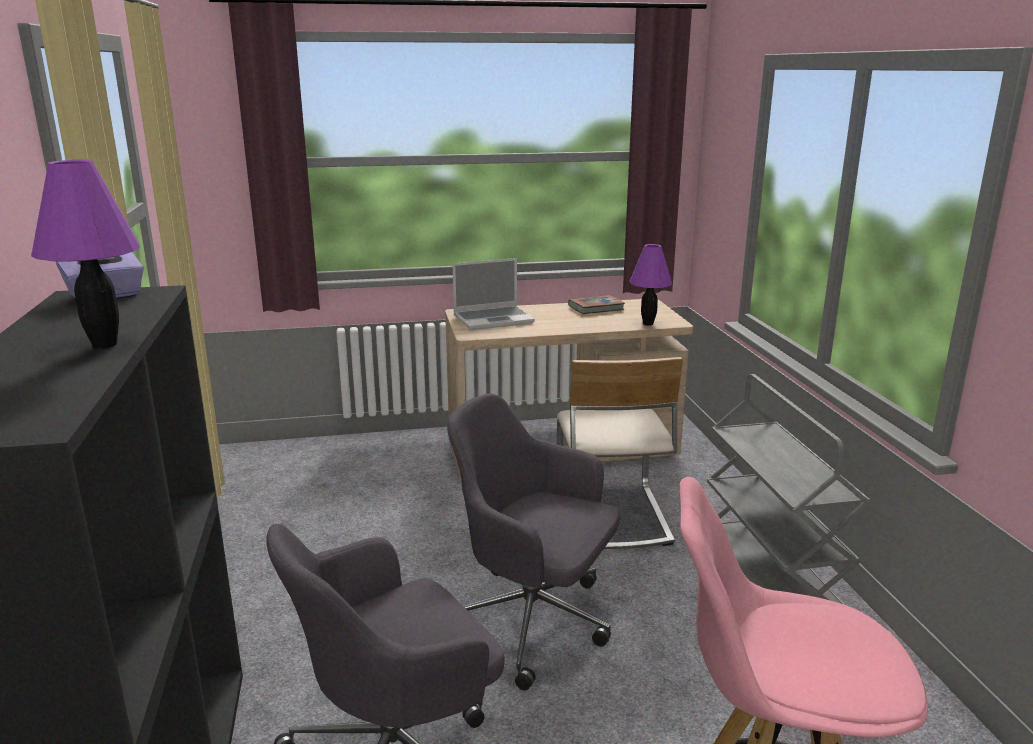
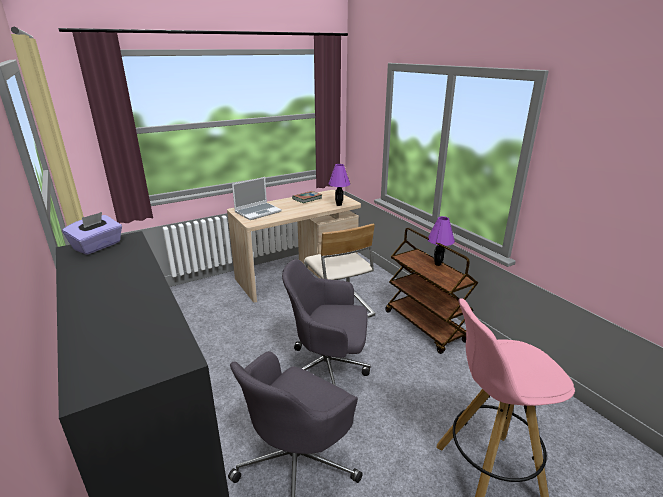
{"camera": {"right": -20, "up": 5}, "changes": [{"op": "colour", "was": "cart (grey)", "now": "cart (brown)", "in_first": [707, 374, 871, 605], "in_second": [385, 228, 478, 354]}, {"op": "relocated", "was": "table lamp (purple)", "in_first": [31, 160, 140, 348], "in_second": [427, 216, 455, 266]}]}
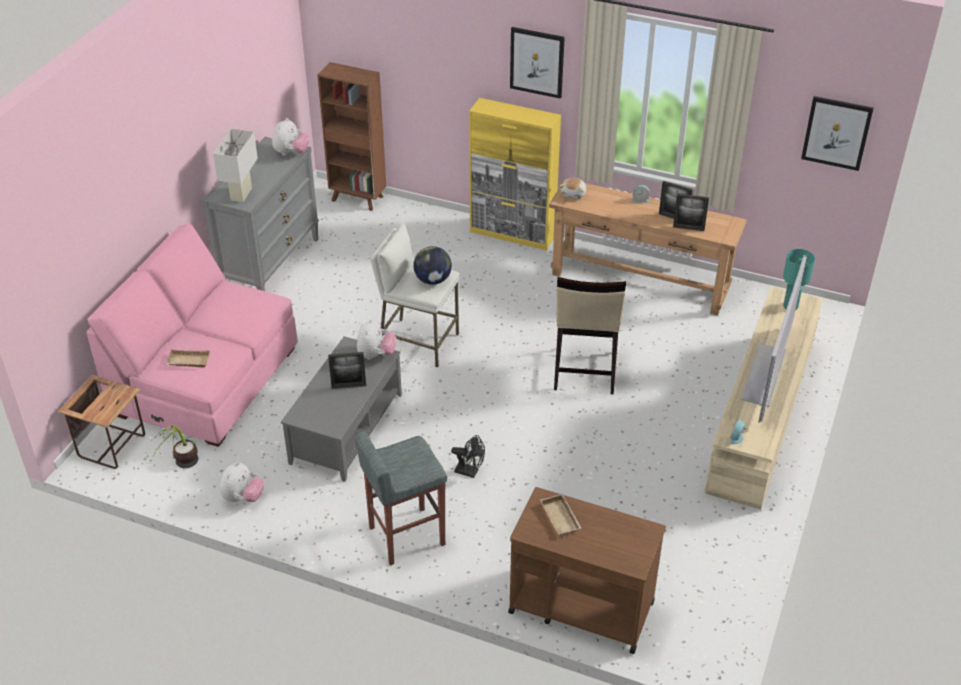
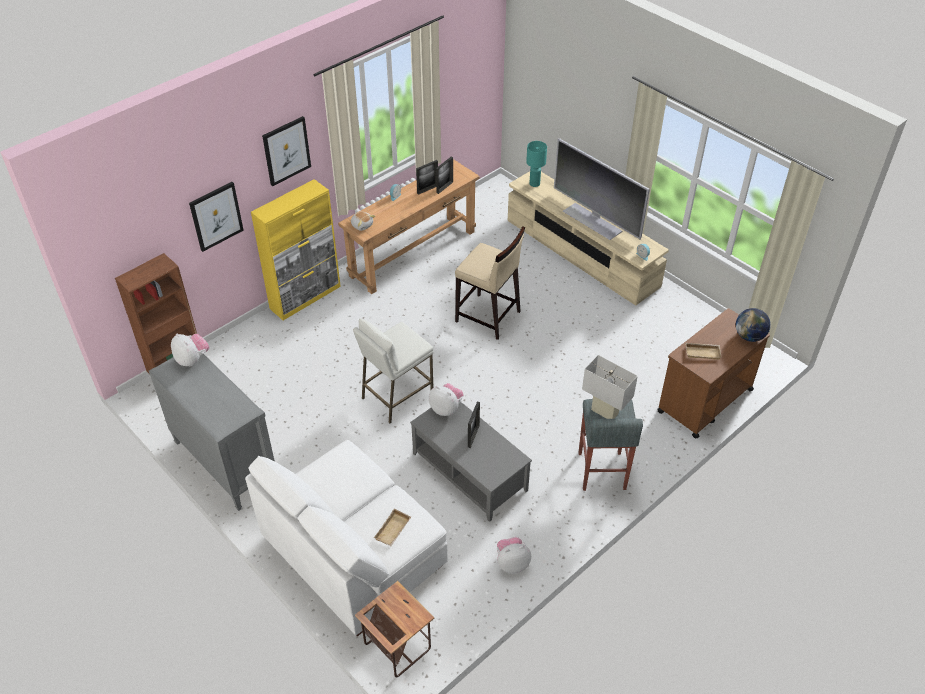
{"camera": {"right": -65, "up": 5}, "changes": [{"op": "relocated", "was": "picture", "in_first": [801, 96, 874, 171], "in_second": [189, 182, 244, 252]}, {"op": "colour", "was": "sofa (pink)", "now": "sofa (white)", "in_first": [87, 223, 298, 447], "in_second": [245, 440, 448, 636]}, {"op": "spun", "was": "plush toy", "in_first": [220, 462, 264, 502], "in_second": [497, 537, 531, 574], "clockwise": -60}, {"op": "relocated", "was": "table lamp (white)", "in_first": [213, 129, 258, 202], "in_second": [582, 355, 638, 419]}, {"op": "relocated", "was": "globe", "in_first": [413, 246, 452, 285], "in_second": [736, 308, 771, 342]}, {"op": "missing", "was": "potted plant", "in_first": [152, 426, 198, 468]}, {"op": "missing", "was": "fan (black)", "in_first": [451, 435, 485, 478]}]}
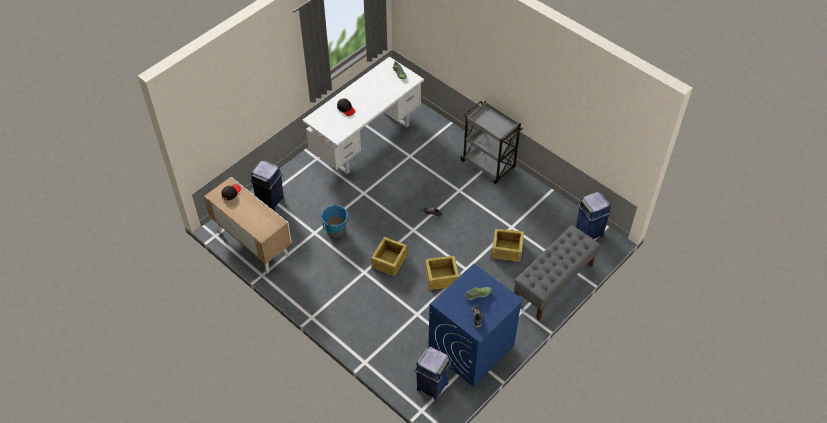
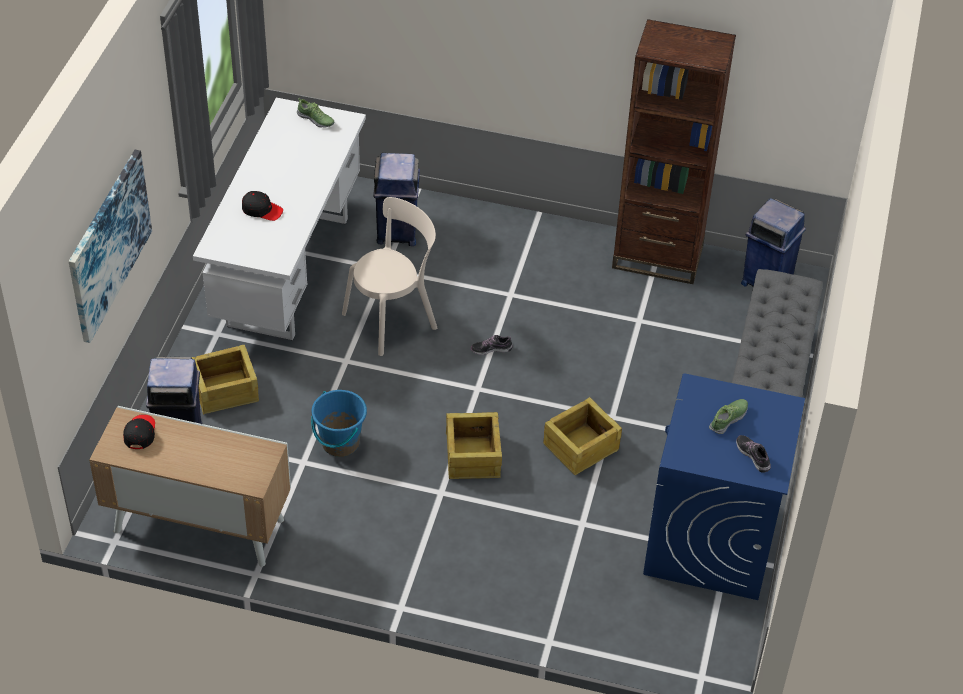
{"camera": {"right": -30, "up": -5}, "changes": [{"op": "appeared", "now": "picture", "in_second": [68, 150, 152, 343]}, {"op": "relocated", "was": "crate", "in_first": [491, 228, 524, 262], "in_second": [191, 345, 259, 415]}, {"op": "appeared", "now": "chair (beige)", "in_second": [342, 197, 438, 356]}, {"op": "relocated", "was": "trash can (blue)", "in_first": [415, 346, 451, 401], "in_second": [373, 153, 420, 246]}, {"op": "appeared", "now": "bookcase (brown)", "in_second": [612, 19, 736, 284]}, {"op": "missing", "was": "cart (grey)", "in_first": [460, 101, 523, 184]}]}
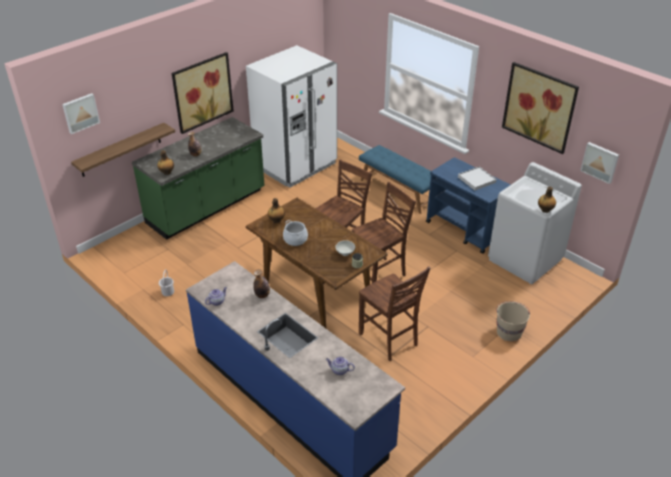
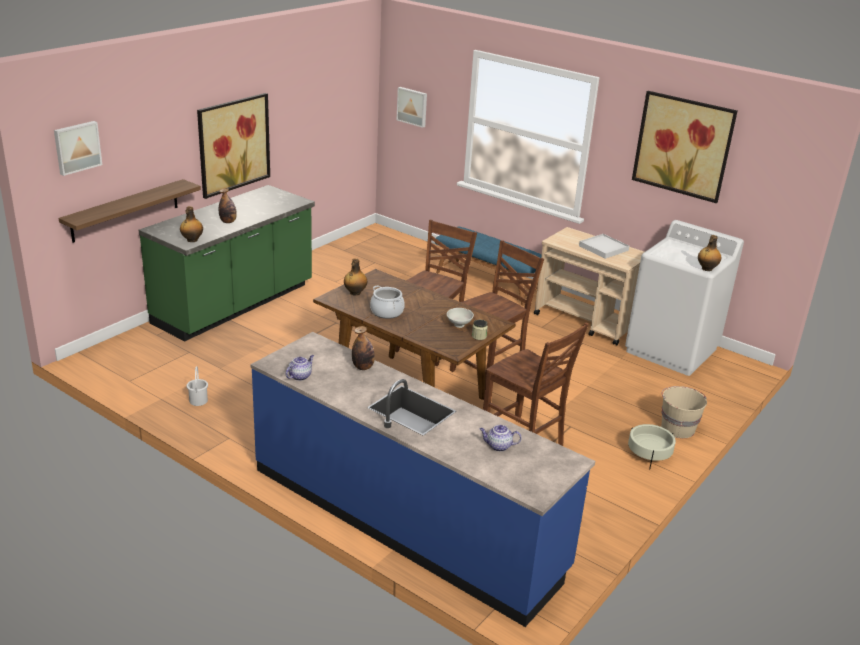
{"camera": {"right": -10, "up": -10}, "changes": [{"op": "relocated", "was": "picture", "in_first": [580, 142, 619, 184], "in_second": [397, 87, 427, 128]}, {"op": "colour", "was": "cart (blue)", "now": "cart (beige)", "in_first": [426, 157, 510, 254], "in_second": [534, 227, 644, 346]}, {"op": "appeared", "now": "planter (beige)", "in_second": [628, 424, 676, 469]}, {"op": "missing", "was": "fridge (white)", "in_first": [246, 45, 337, 188]}]}
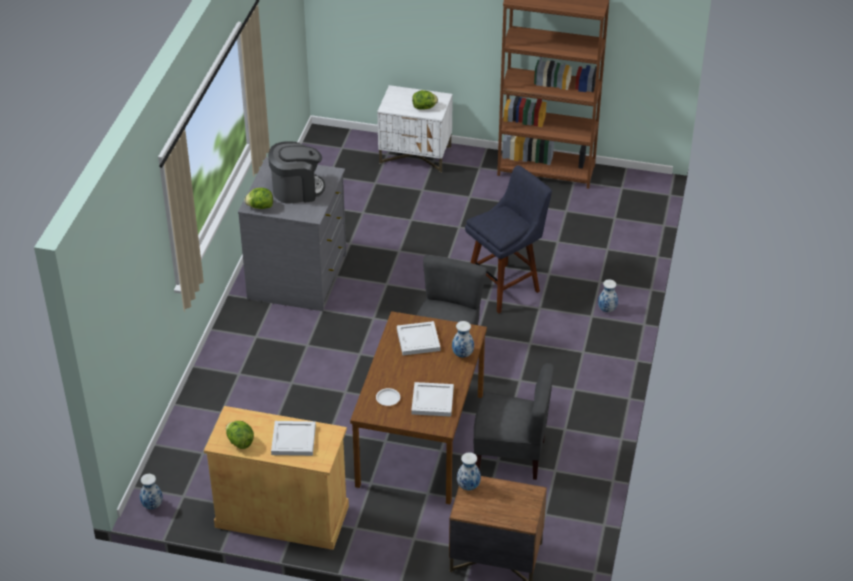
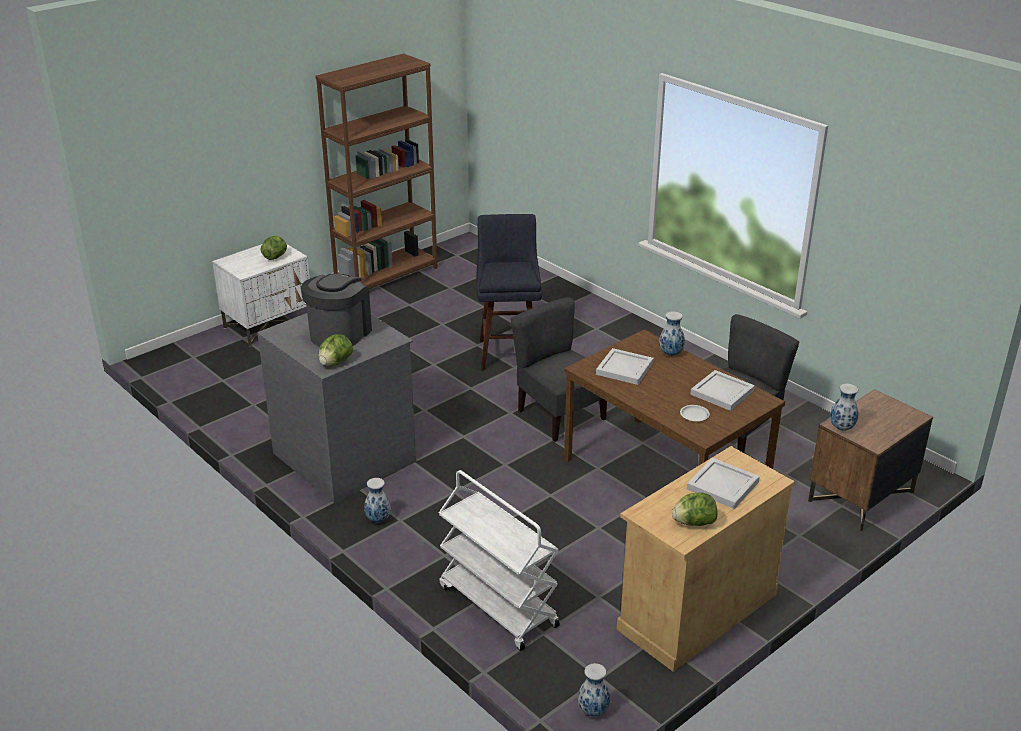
{"camera": {"right": -55, "up": -10}, "changes": [{"op": "relocated", "was": "vase", "in_first": [598, 279, 618, 312], "in_second": [364, 478, 391, 523]}, {"op": "appeared", "now": "cart (white)", "in_second": [439, 470, 560, 651]}]}
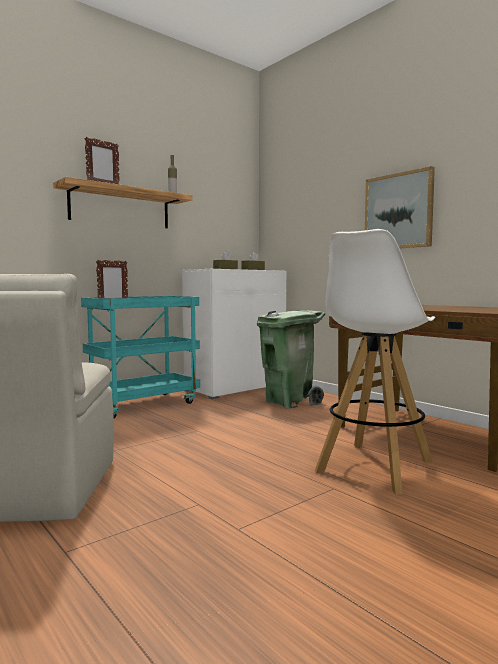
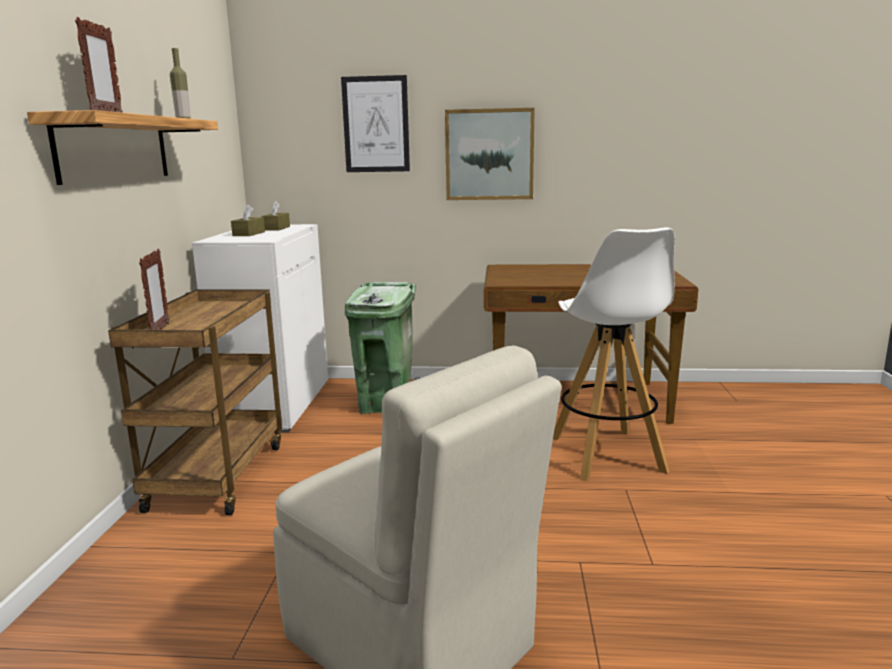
{"camera": {"right": -45, "up": 10}, "changes": [{"op": "colour", "was": "cart (turquoise)", "now": "cart (brown)", "in_first": [81, 296, 200, 419], "in_second": [108, 289, 282, 515]}, {"op": "appeared", "now": "picture", "in_second": [341, 75, 410, 172]}]}
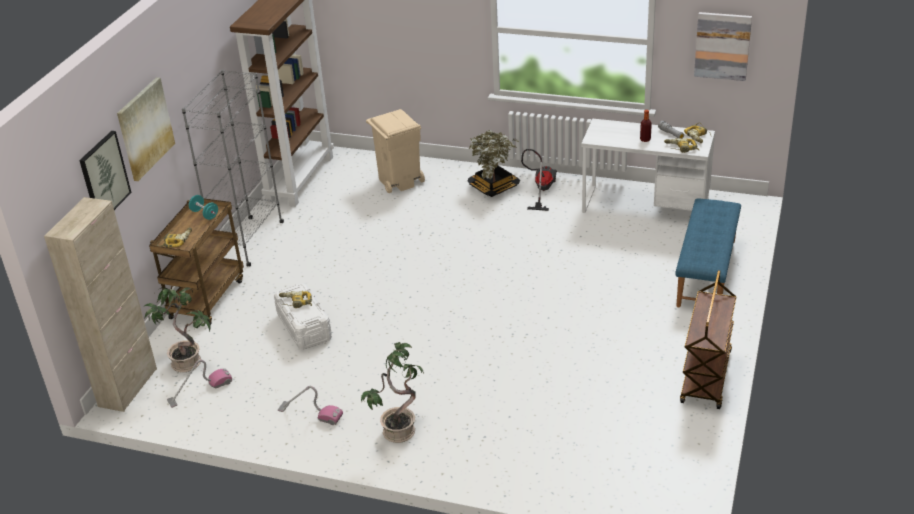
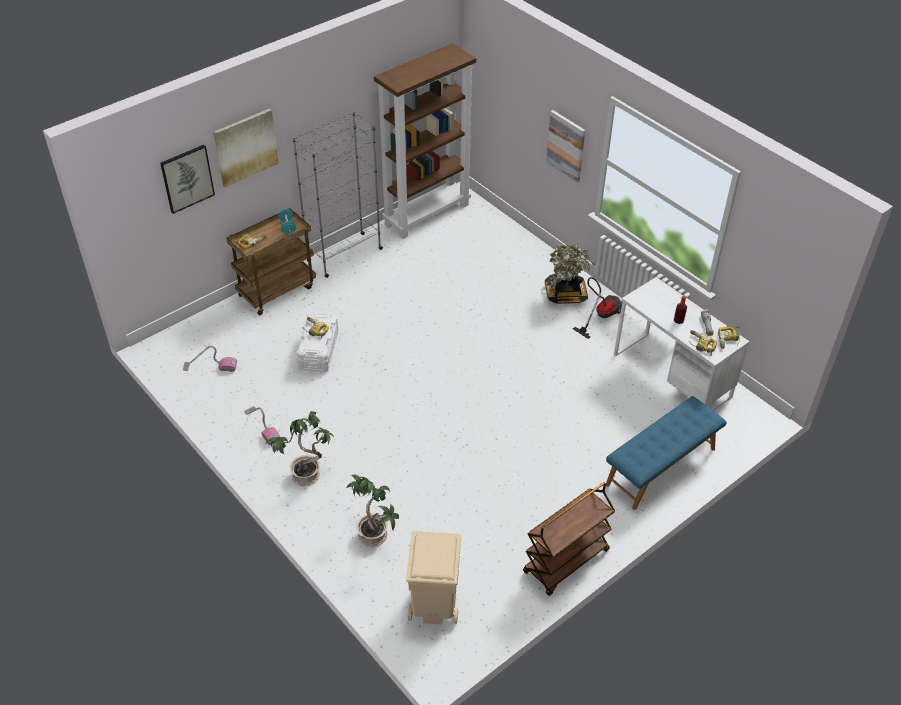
{"camera": {"right": 30, "up": 10}, "changes": [{"op": "relocated", "was": "potted plant", "in_first": [143, 287, 211, 372], "in_second": [347, 475, 399, 547]}, {"op": "relocated", "was": "trash can (beige)", "in_first": [366, 109, 425, 193], "in_second": [406, 531, 461, 625]}, {"op": "relocated", "was": "picture", "in_first": [694, 12, 752, 81], "in_second": [546, 110, 585, 182]}, {"op": "missing", "was": "cabinet (beige)", "in_first": [44, 197, 157, 412]}]}
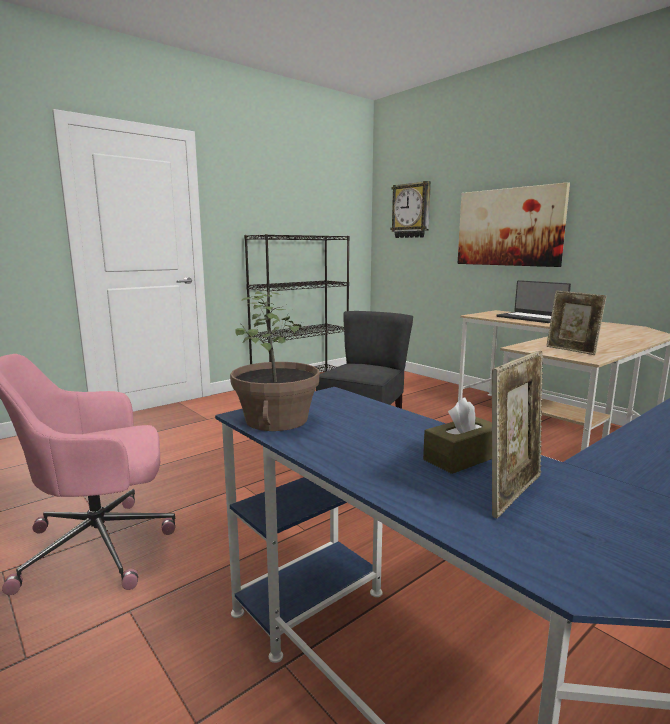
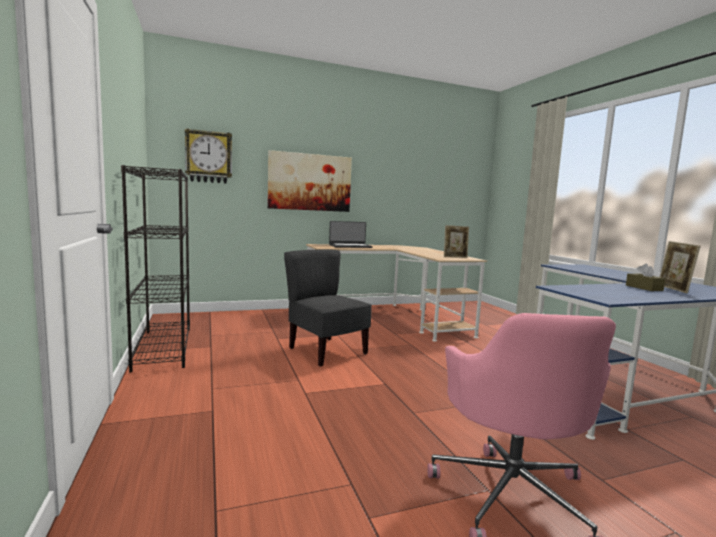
{"camera": {"right": -70, "up": -5}, "changes": [{"op": "spun", "was": "picture frame", "in_first": [492, 351, 543, 518], "in_second": [660, 241, 701, 293], "clockwise": -150}, {"op": "missing", "was": "potted plant", "in_first": [230, 290, 319, 431]}]}
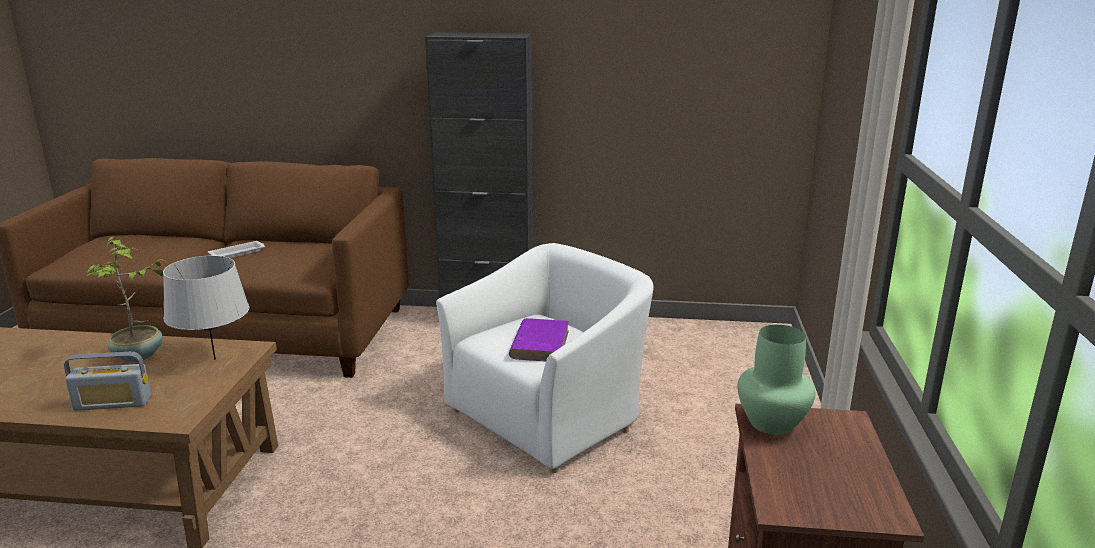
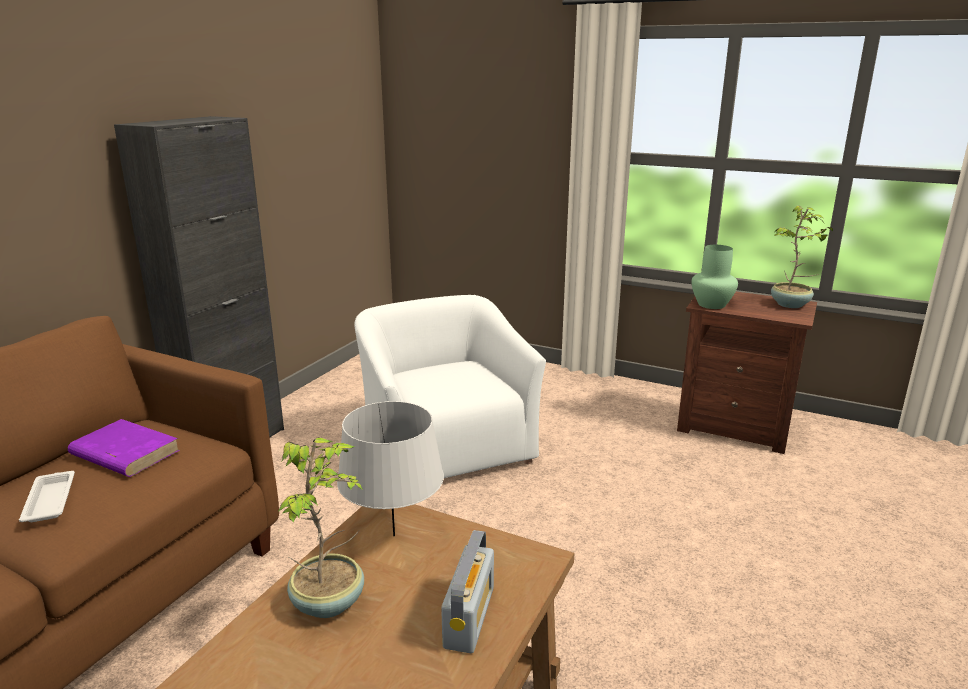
{"camera": {"right": -70, "up": 0}, "changes": [{"op": "relocated", "was": "book (purple)", "in_first": [509, 318, 569, 362], "in_second": [68, 419, 180, 477]}, {"op": "appeared", "now": "potted plant", "in_second": [771, 206, 833, 308]}]}
